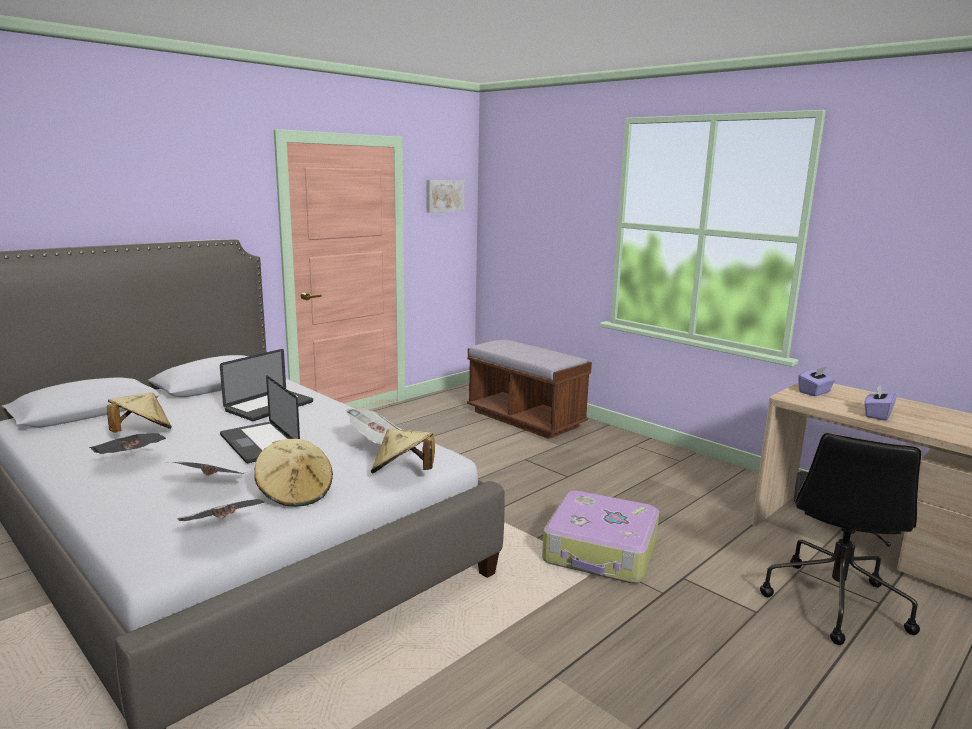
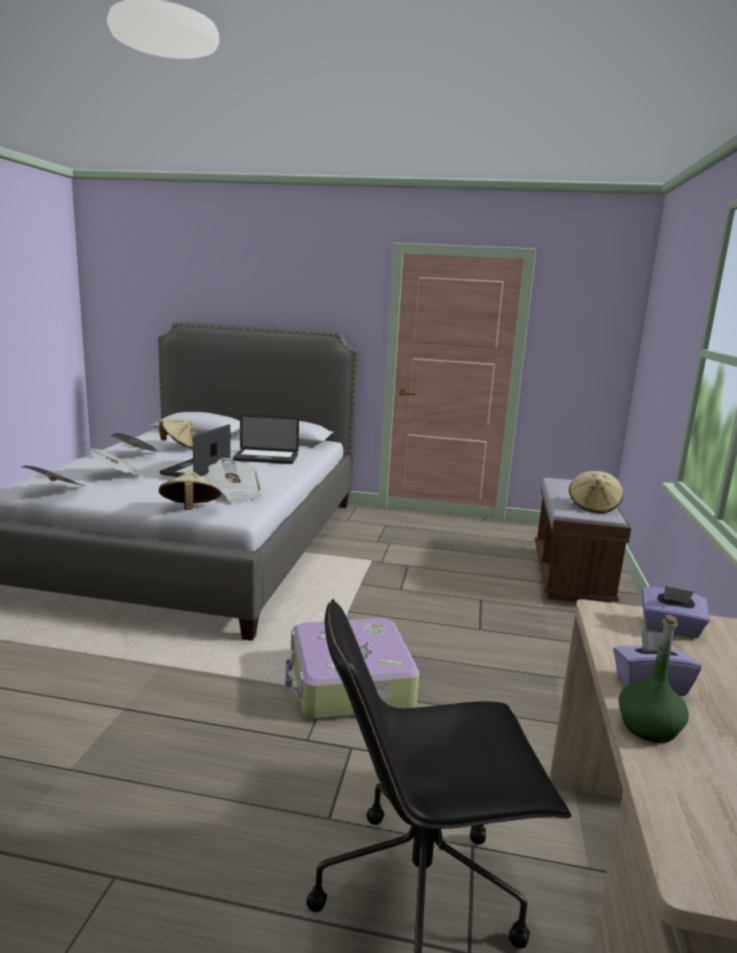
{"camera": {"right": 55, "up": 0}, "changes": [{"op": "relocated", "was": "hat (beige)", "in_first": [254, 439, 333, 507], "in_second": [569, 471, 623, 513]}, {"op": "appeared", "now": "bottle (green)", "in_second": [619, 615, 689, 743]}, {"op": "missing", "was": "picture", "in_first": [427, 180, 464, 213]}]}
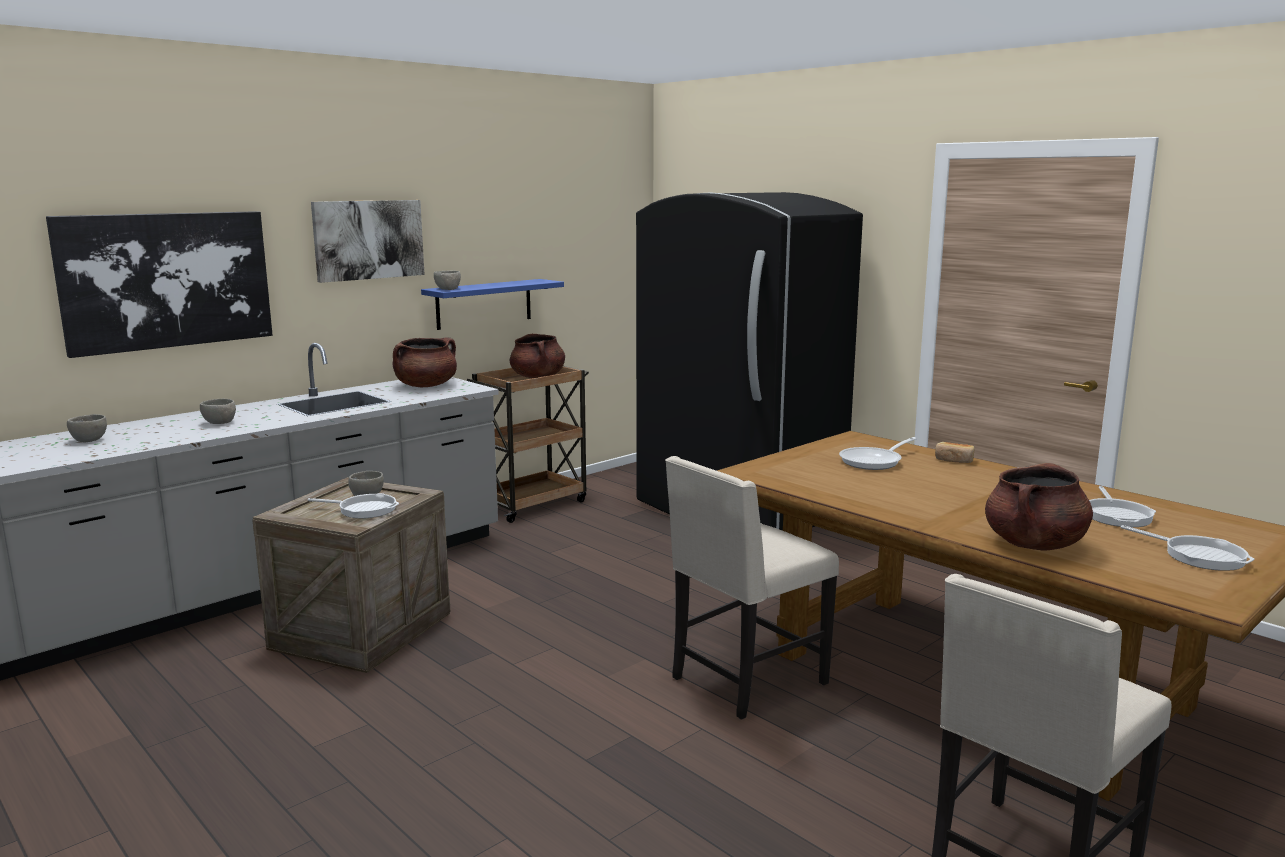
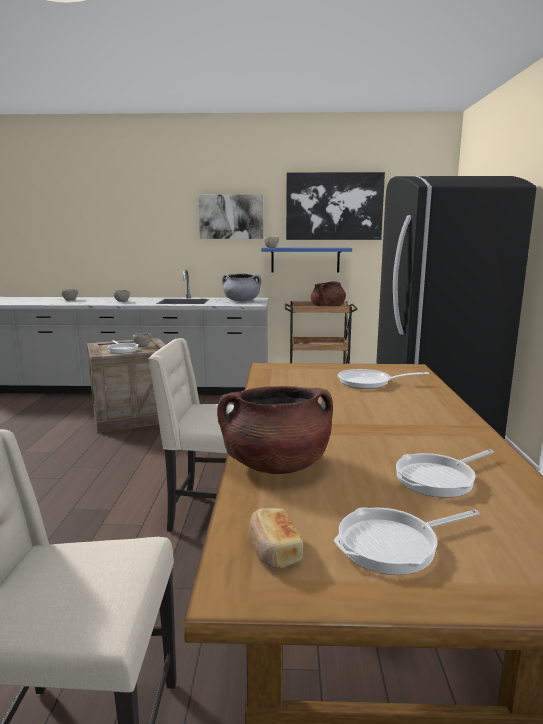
{"camera": {"right": 45, "up": 0}, "changes": [{"op": "colour", "was": "cooking pot (brown)", "now": "cooking pot (grey)", "in_first": [392, 337, 457, 387], "in_second": [222, 273, 261, 301]}, {"op": "relocated", "was": "bread", "in_first": [935, 442, 974, 463], "in_second": [249, 508, 303, 569]}, {"op": "relocated", "was": "picture", "in_first": [46, 211, 273, 358], "in_second": [286, 172, 385, 240]}, {"op": "spun", "was": "frying pan", "in_first": [1120, 525, 1255, 571], "in_second": [334, 507, 479, 575], "clockwise": 60}]}
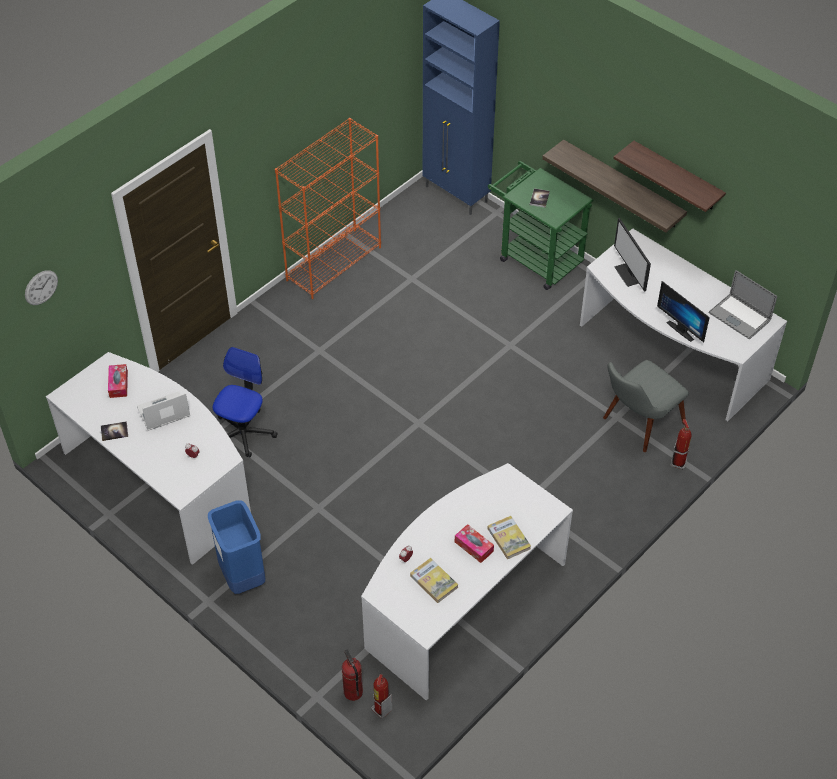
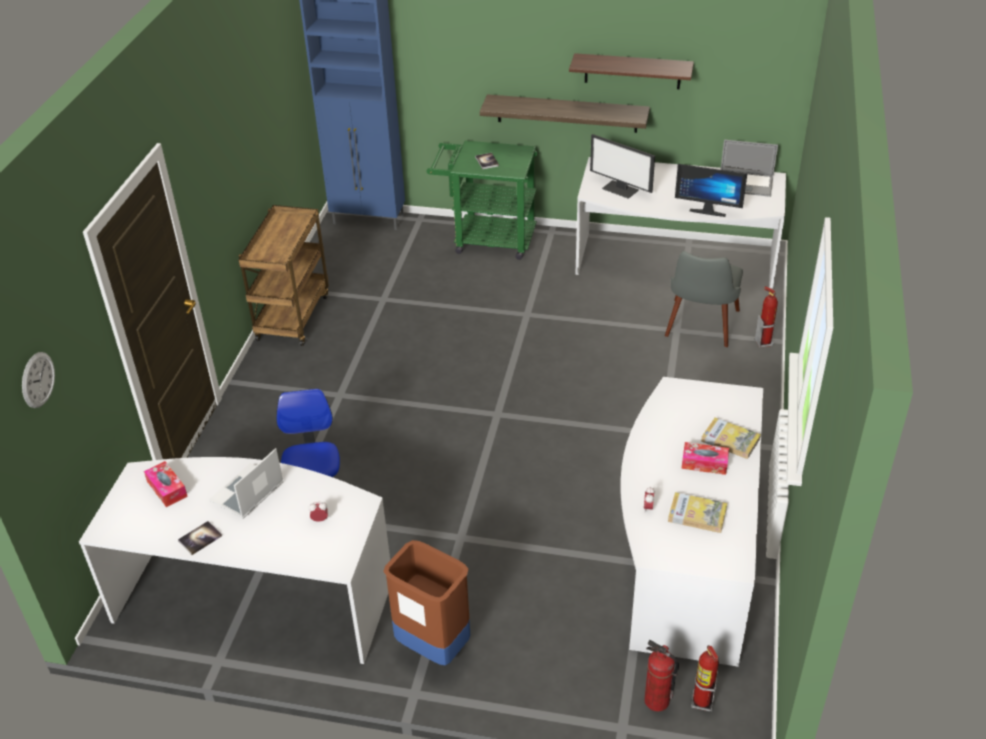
{"camera": {"right": -30, "up": -10}, "changes": [{"op": "exchanged", "was": "bookcase (orange)", "now": "cart (brown)", "in_first": [275, 118, 381, 299], "in_second": [238, 205, 329, 346]}, {"op": "colour", "was": "trash can (blue)", "now": "trash can (brown)", "in_first": [208, 500, 265, 594], "in_second": [383, 540, 470, 666]}]}
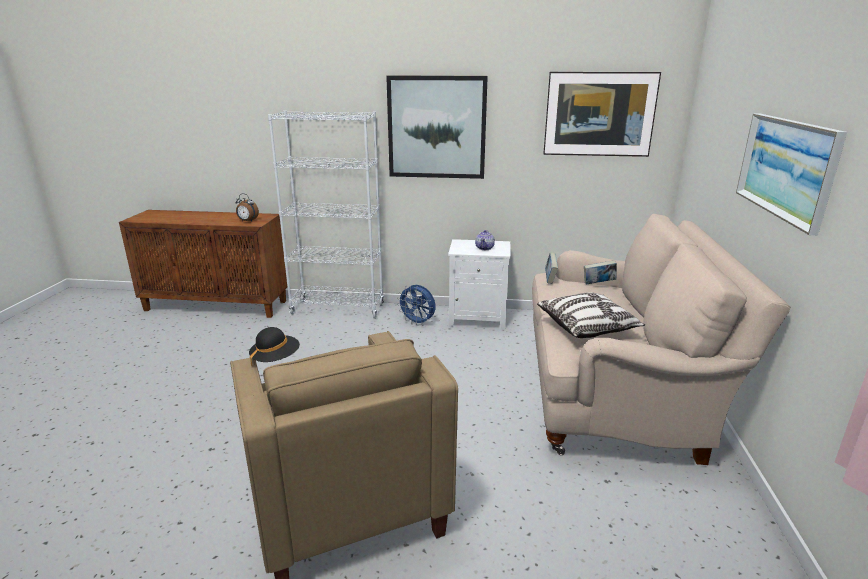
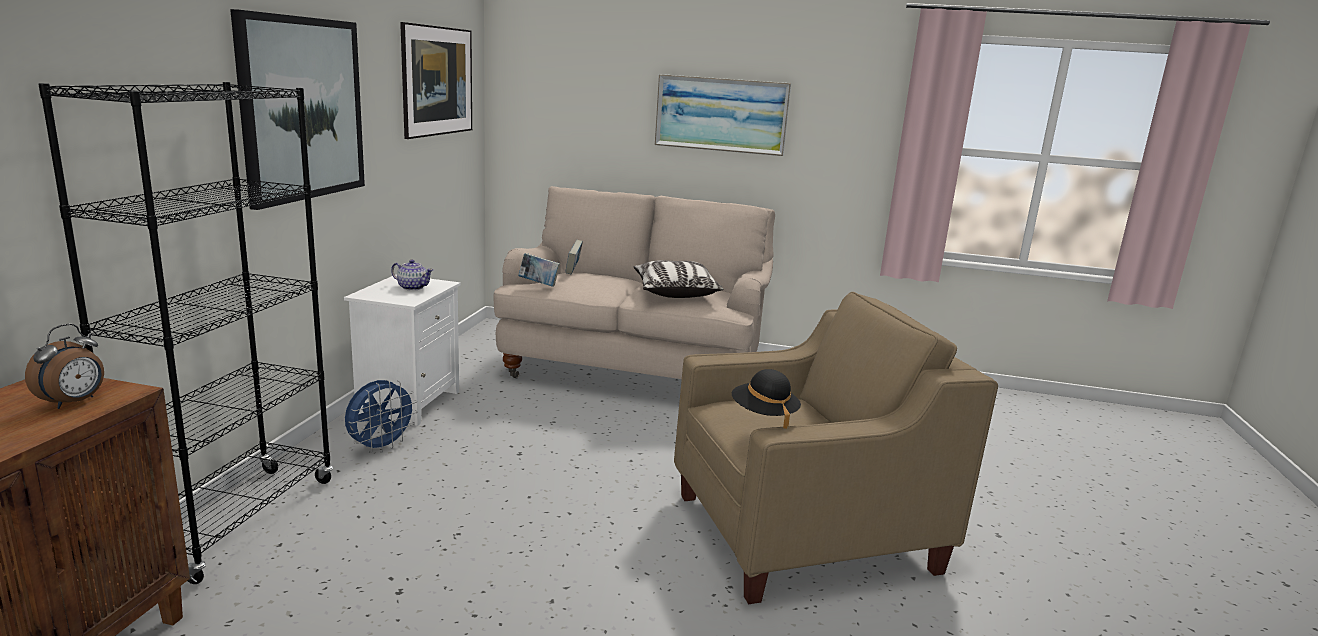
{"camera": {"right": -85, "up": -5}, "changes": [{"op": "colour", "was": "bookcase (white)", "now": "bookcase (black)", "in_first": [268, 111, 384, 319], "in_second": [39, 82, 333, 584]}]}
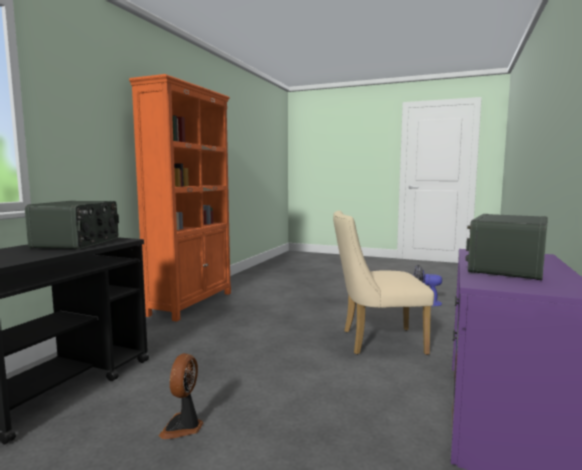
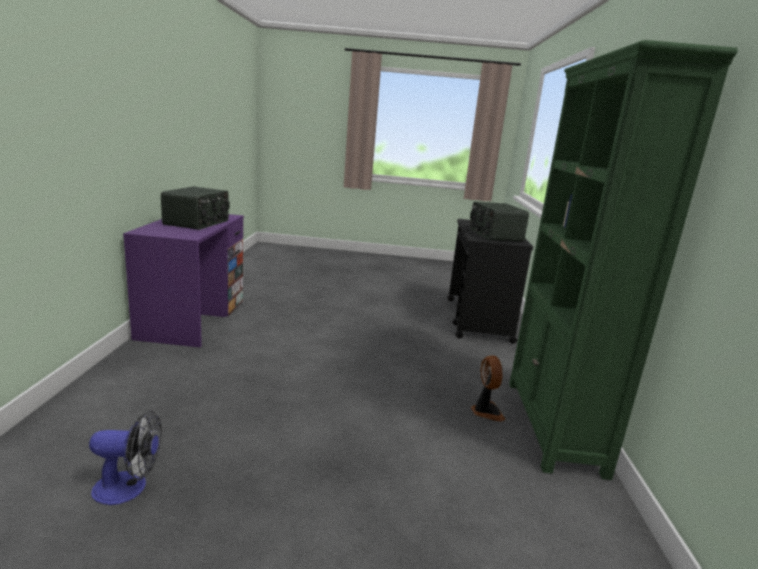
{"camera": {"right": 160, "up": 10}, "changes": [{"op": "relocated", "was": "fan", "in_first": [159, 353, 203, 439], "in_second": [471, 356, 506, 421]}, {"op": "colour", "was": "bookcase (orange)", "now": "bookcase (green)", "in_first": [129, 74, 231, 322], "in_second": [509, 40, 738, 480]}, {"op": "missing", "was": "chair (beige)", "in_first": [333, 211, 434, 355]}]}
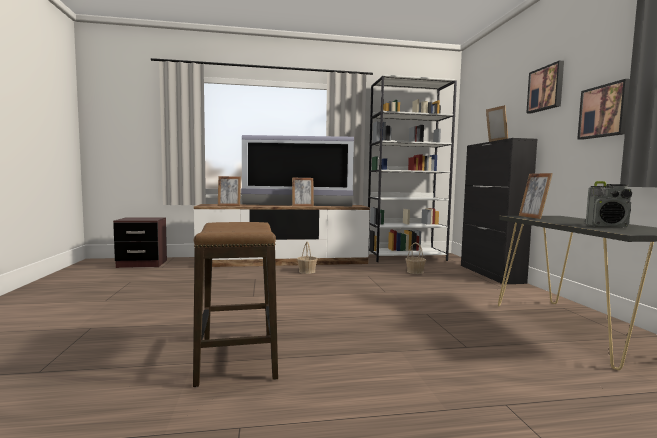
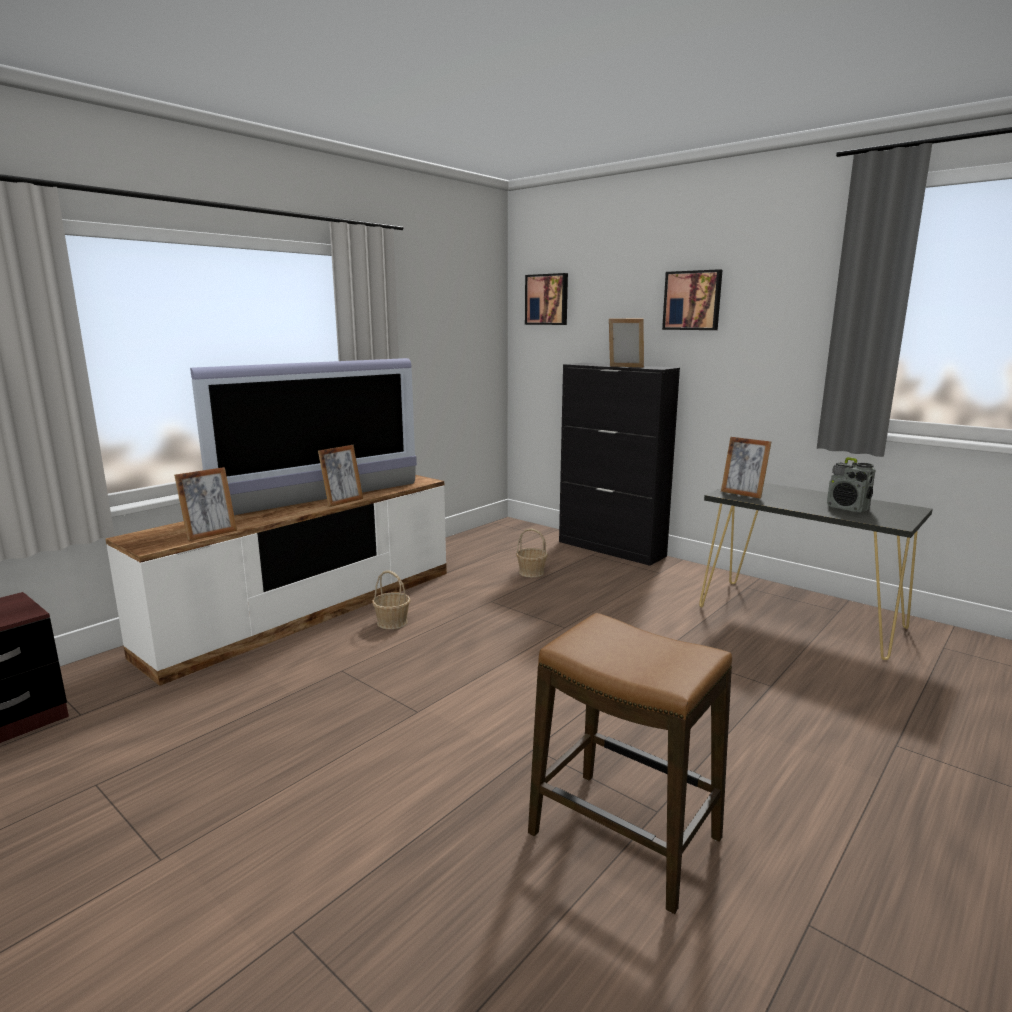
{"camera": {"right": -40, "up": 10}, "changes": [{"op": "relocated", "was": "picture", "in_first": [577, 79, 630, 140], "in_second": [525, 273, 568, 325]}, {"op": "spun", "was": "radio", "in_first": [586, 181, 632, 228], "in_second": [827, 457, 876, 512], "clockwise": 75}, {"op": "missing", "was": "bookcase (white)", "in_first": [368, 75, 457, 262]}]}
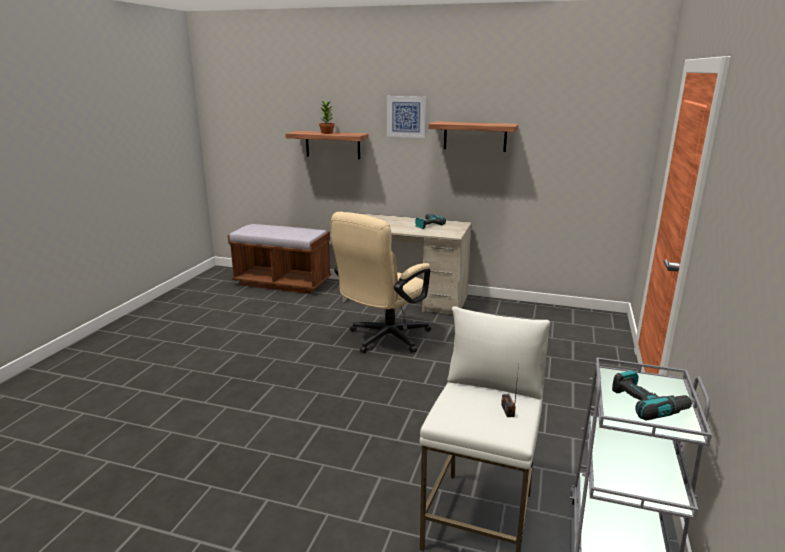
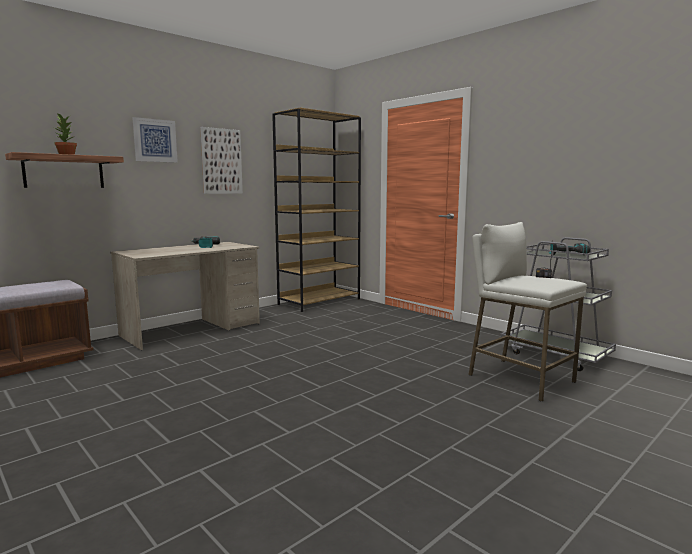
{"camera": {"right": -60, "up": -10}, "changes": [{"op": "exchanged", "was": "shelf", "now": "picture", "in_first": [428, 121, 518, 152], "in_second": [200, 127, 243, 194]}, {"op": "appeared", "now": "bookcase (brown)", "in_second": [272, 107, 361, 312]}, {"op": "missing", "was": "office chair (beige)", "in_first": [331, 212, 431, 353]}]}
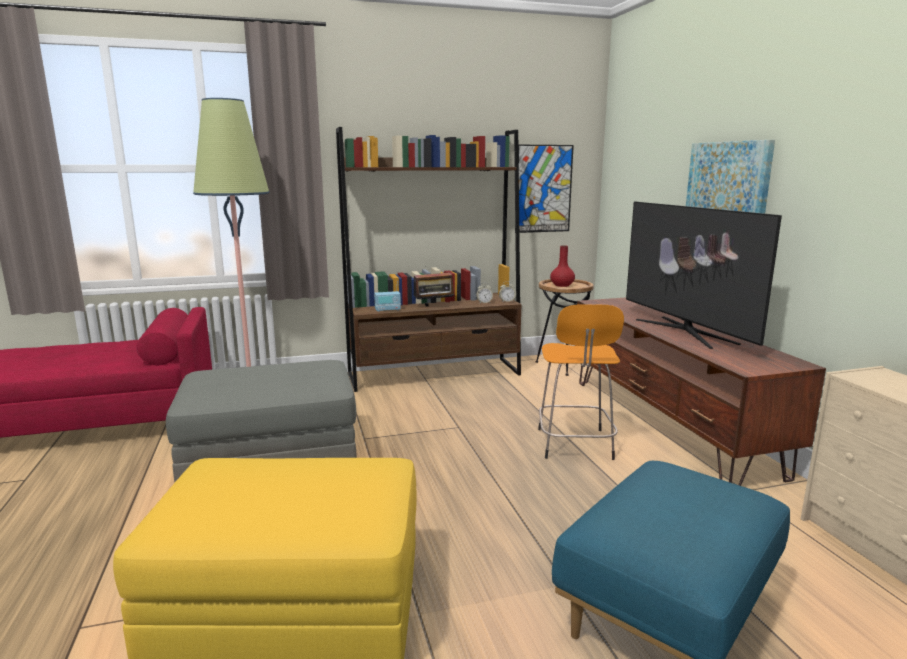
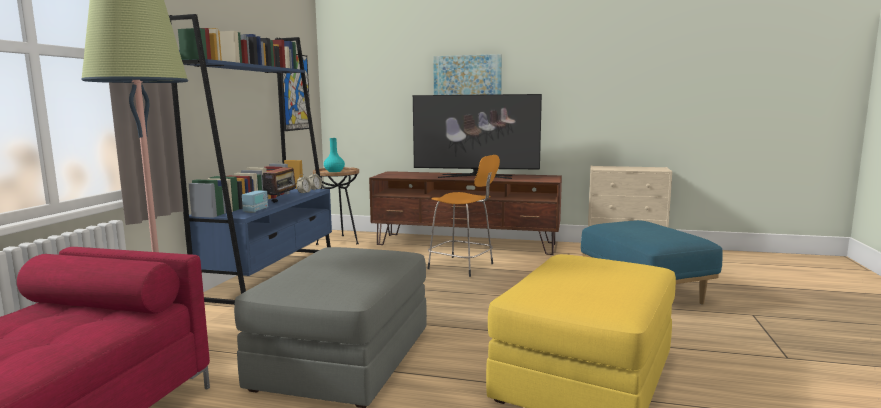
{"camera": {"right": -60, "up": -5}, "changes": [{"op": "colour", "was": "bookcase (brown)", "now": "bookcase (blue)", "in_first": [336, 127, 522, 392], "in_second": [169, 14, 332, 305]}, {"op": "colour", "was": "vase (red)", "now": "vase (turquoise)", "in_first": [550, 245, 575, 287], "in_second": [324, 138, 345, 172]}]}
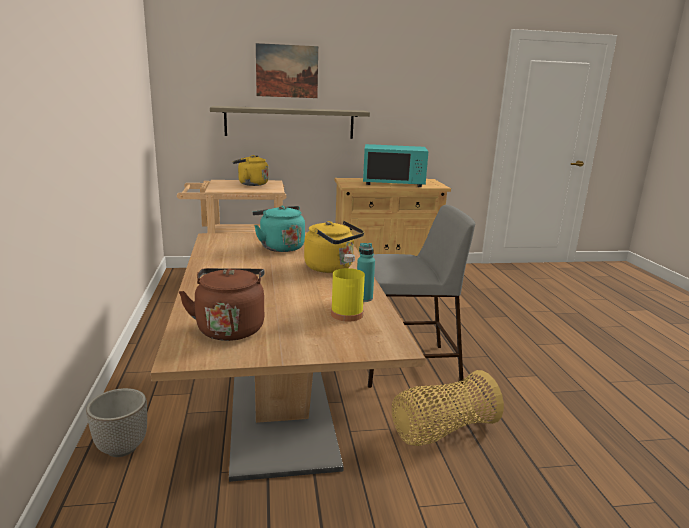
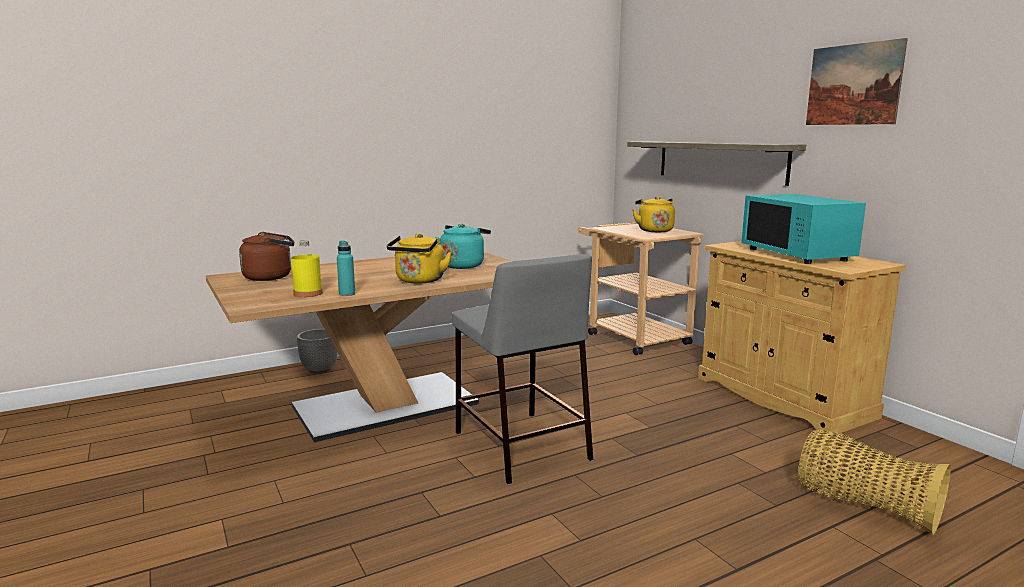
{"camera": {"right": 70, "up": -5}, "changes": [{"op": "relocated", "was": "basket", "in_first": [392, 370, 504, 446], "in_second": [798, 430, 951, 535]}, {"op": "relocated", "was": "picture", "in_first": [256, 43, 318, 98], "in_second": [806, 38, 908, 125]}]}
